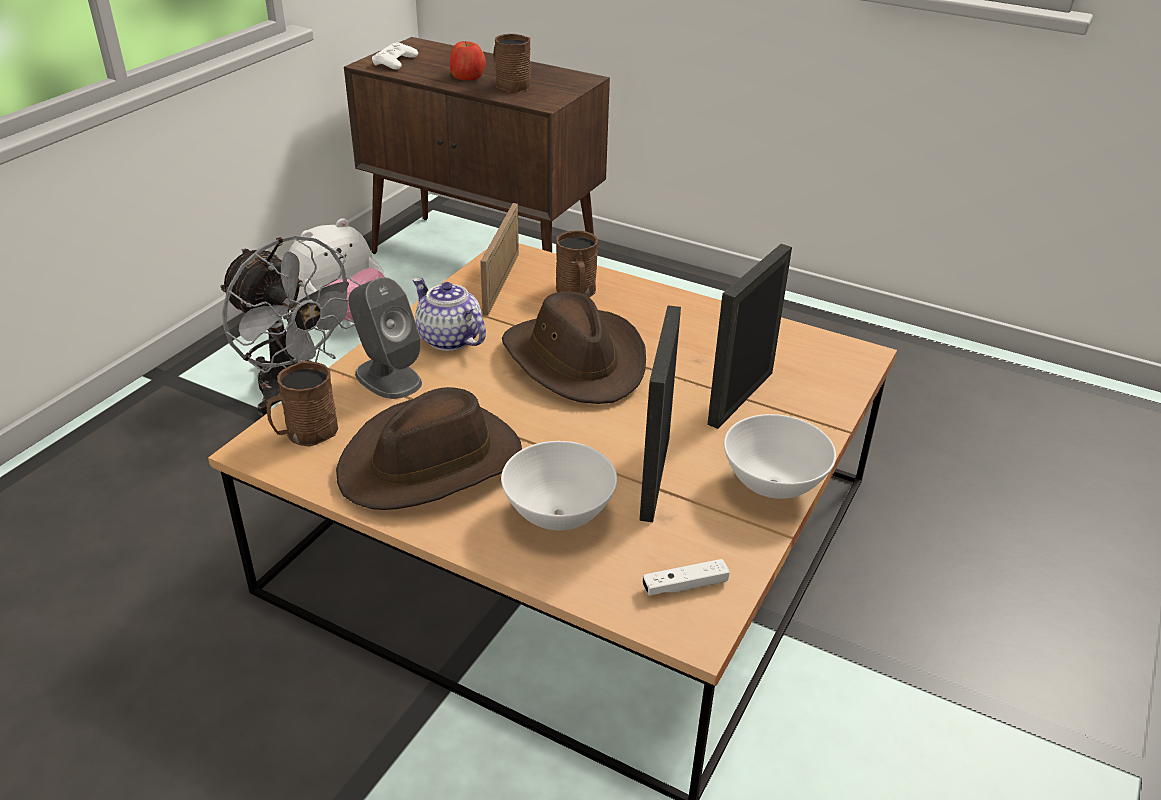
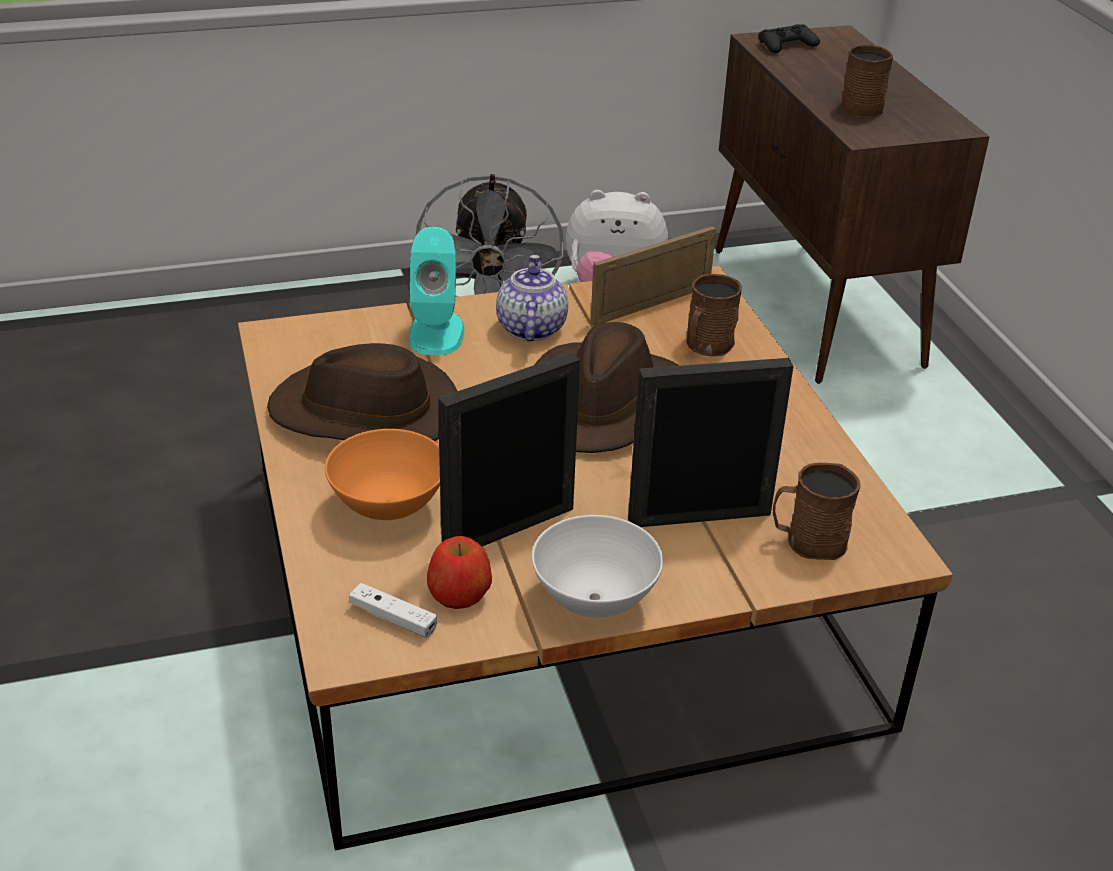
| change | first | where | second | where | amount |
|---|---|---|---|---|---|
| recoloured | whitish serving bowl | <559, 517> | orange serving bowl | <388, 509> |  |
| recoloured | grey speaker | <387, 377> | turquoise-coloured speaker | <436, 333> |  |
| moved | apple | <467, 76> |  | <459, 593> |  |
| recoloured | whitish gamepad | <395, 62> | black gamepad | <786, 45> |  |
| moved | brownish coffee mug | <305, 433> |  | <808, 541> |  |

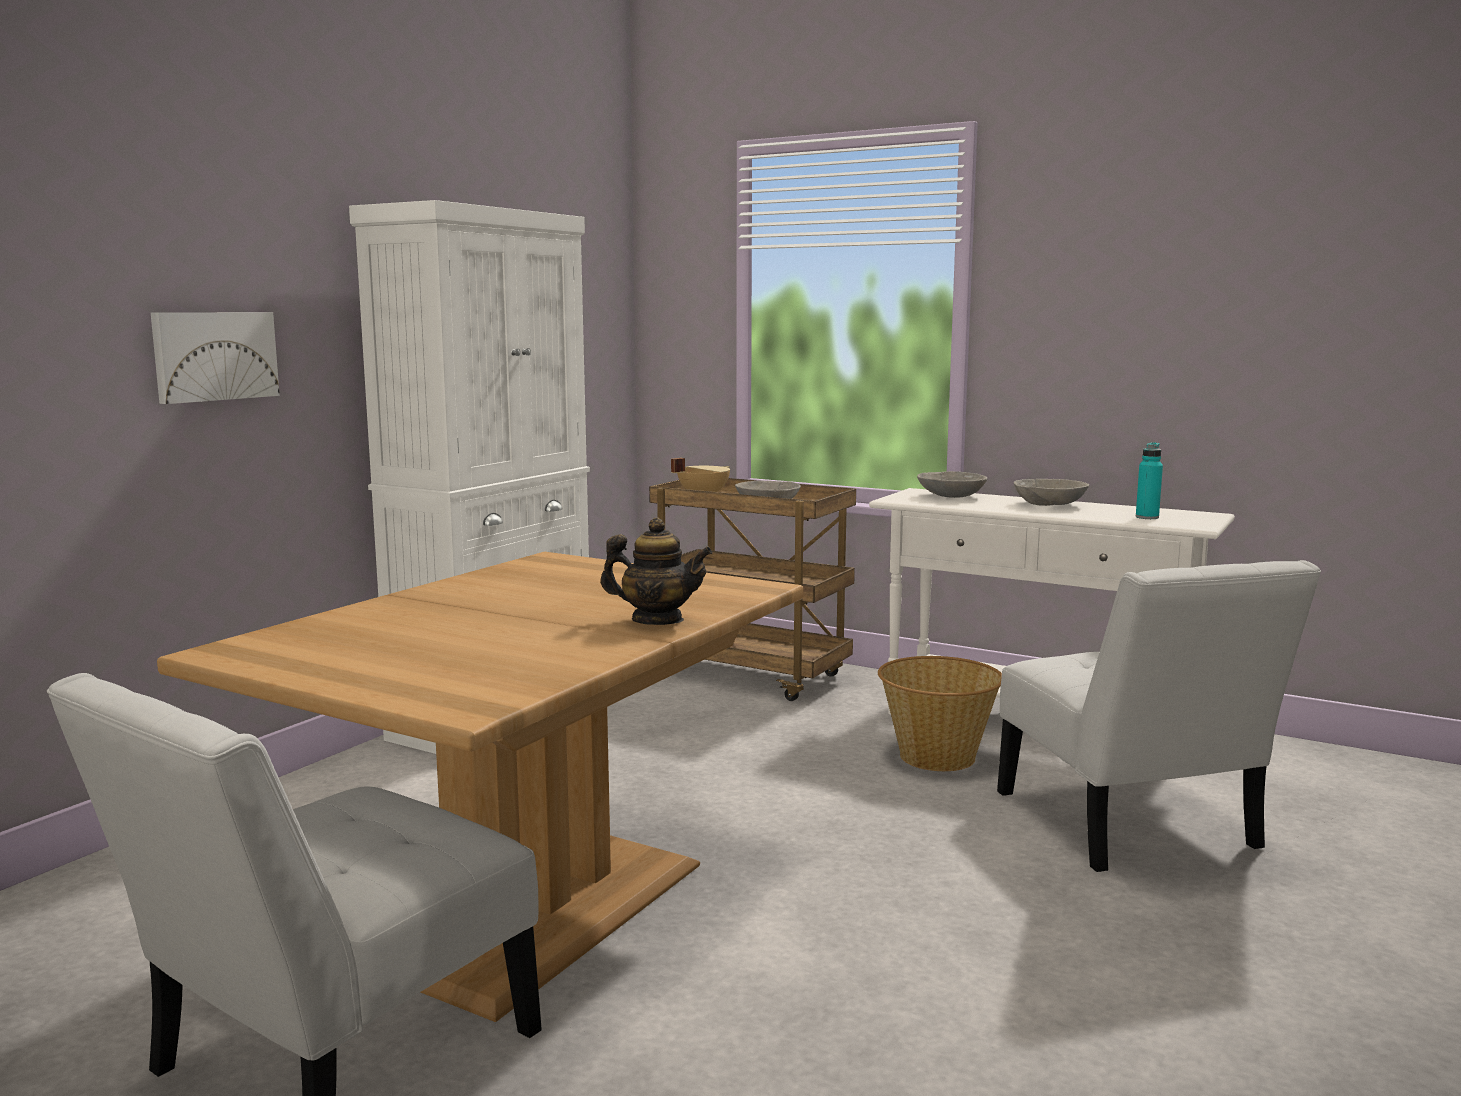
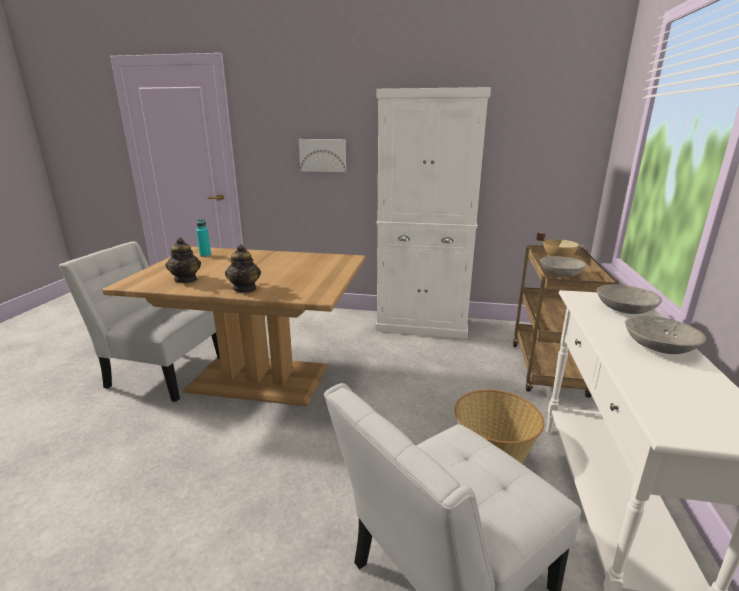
| change | first | where | second | where | amount |
|---|---|---|---|---|---|
| added |  |  | teapot | <186, 279> |  |
| moved | turquoise-coloured bottle | <1147, 517> |  | <205, 255> |  |

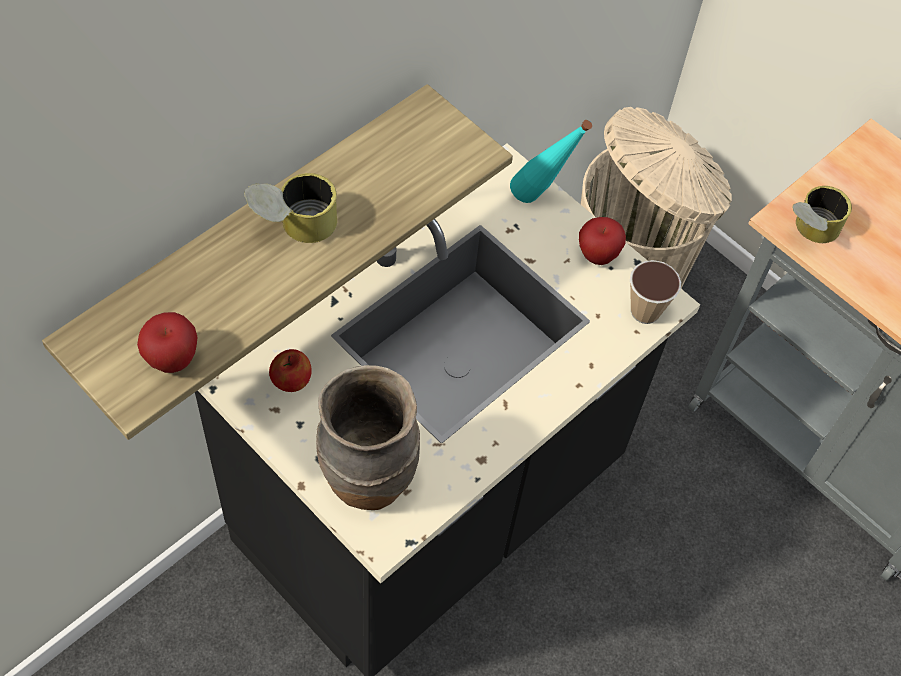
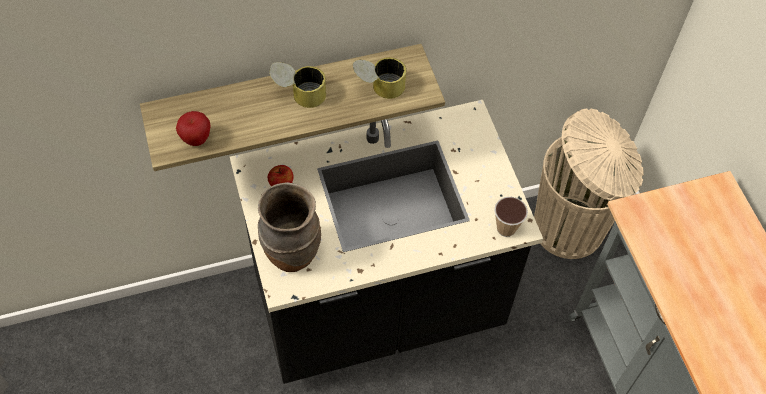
| change | first | where | second | where | amount |
|---|---|---|---|---|---|
| moved | can | <809, 232> |  | <379, 88> |  |
| removed | turquoise-coloured bottle | <541, 199> |  |  |  |
| removed | apple | <597, 256> |  |  |  |

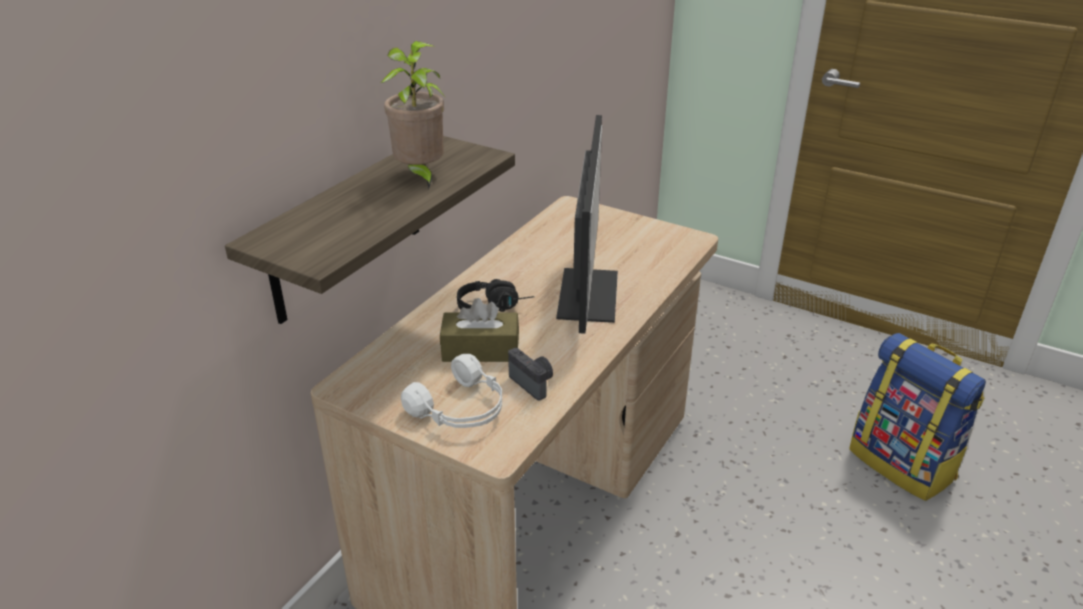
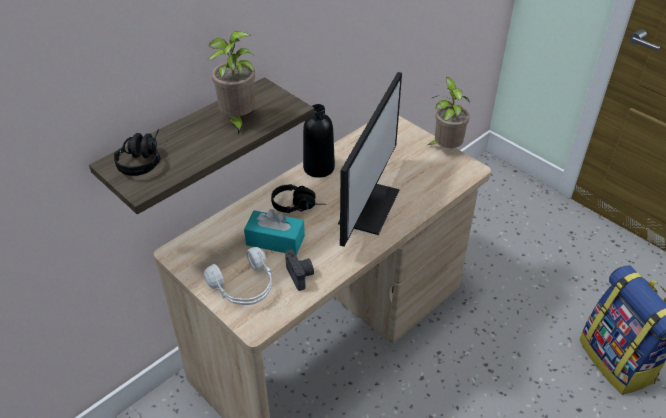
| change | first | where | second | where | amount |
|---|---|---|---|---|---|
| added |  |  | black headset | <142, 158> |  |
| recoloured | brownish box of tissues | <480, 350> | turquoise-coloured box of tissues | <275, 240> |  |
| added |  |  | black bottle | <319, 168> |  |
| added |  |  | plant in a pot | <445, 148> |  |

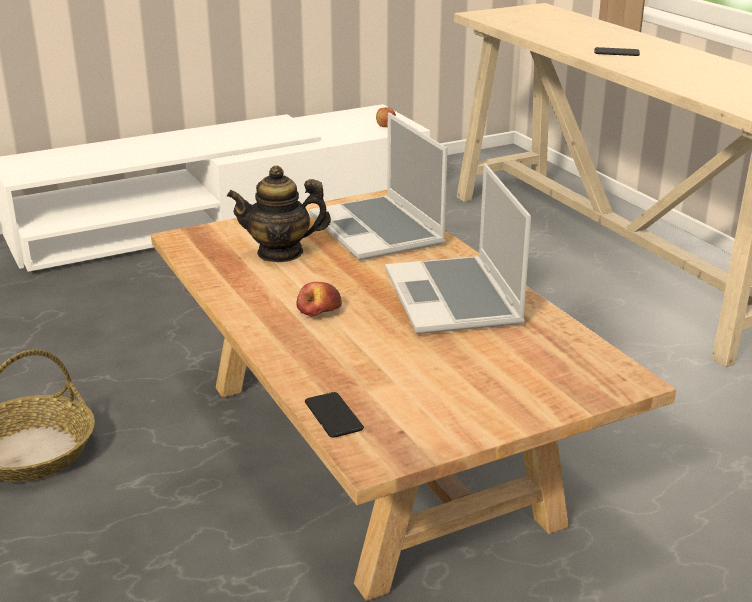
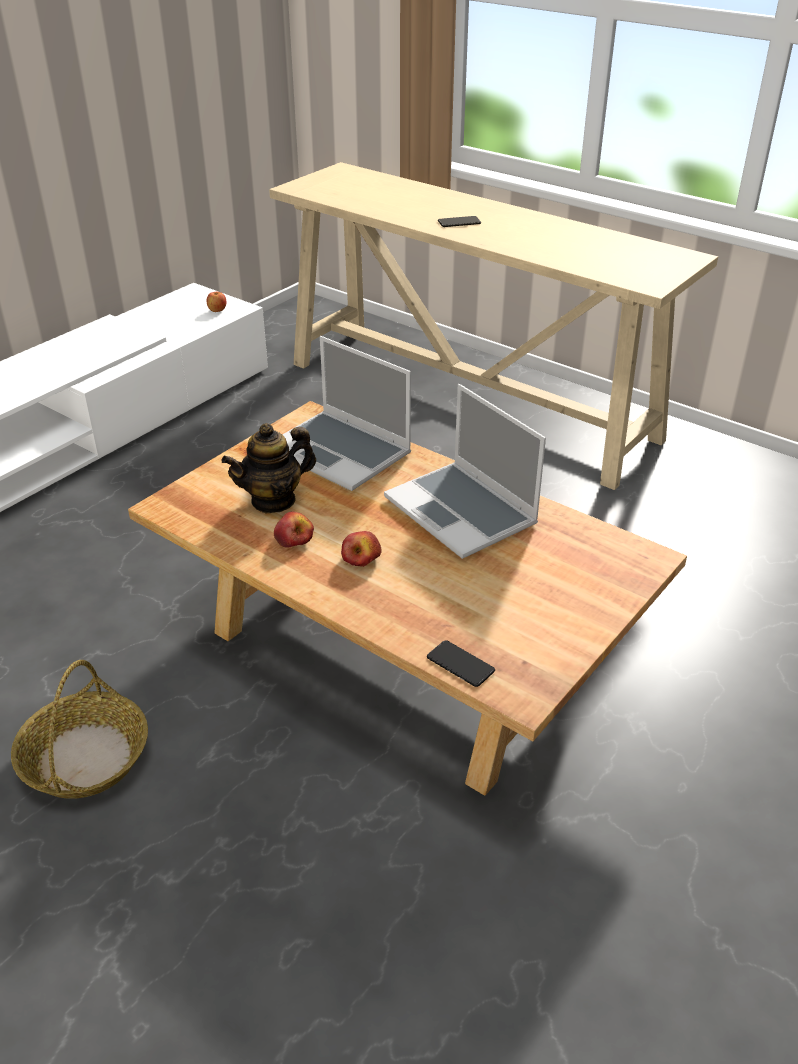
| change | first | where | second | where | amount |
|---|---|---|---|---|---|
| added |  |  | apple | <294, 538> |  |

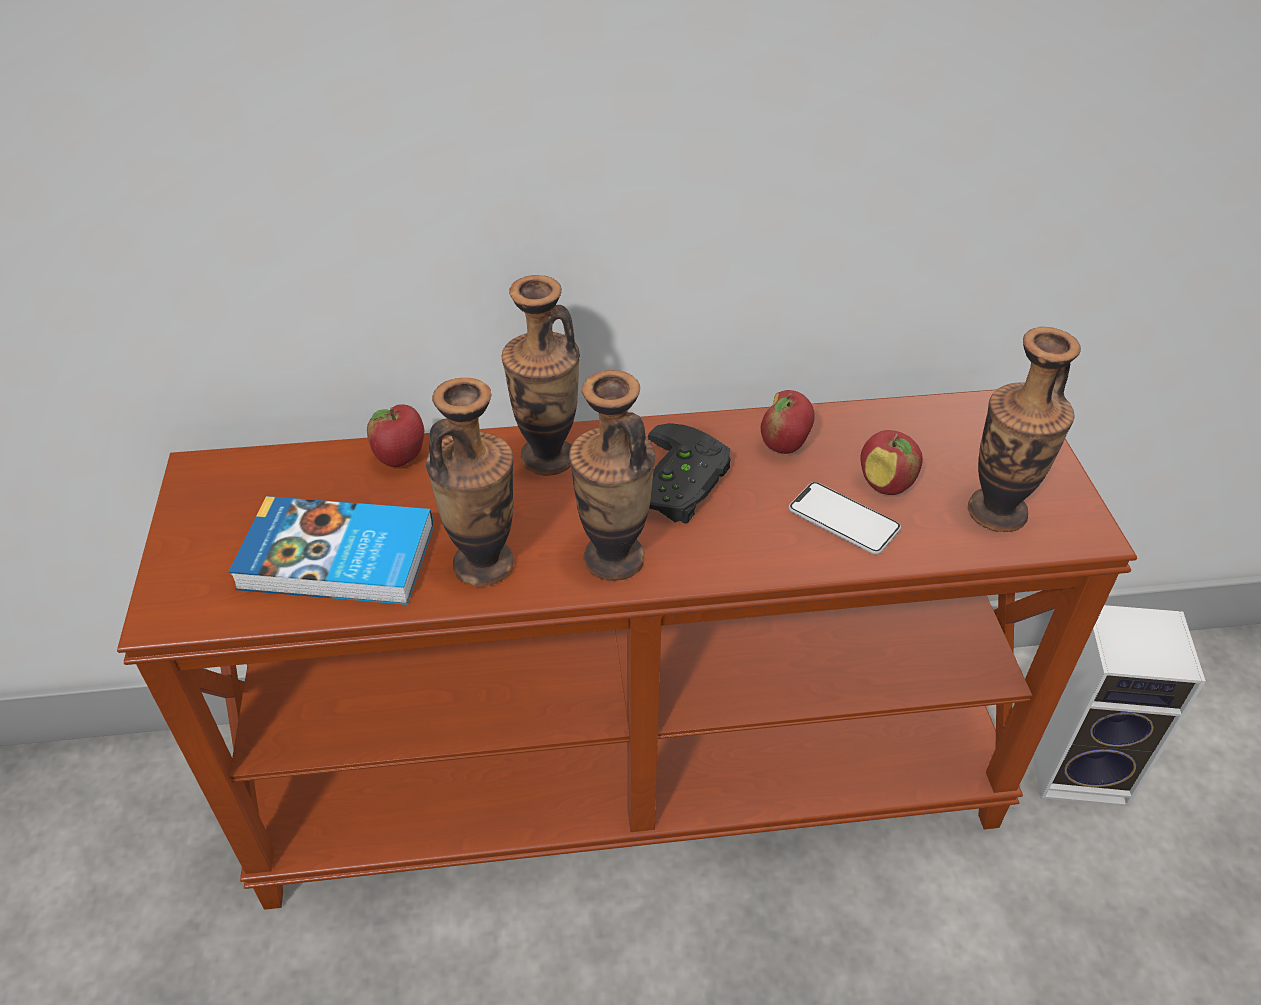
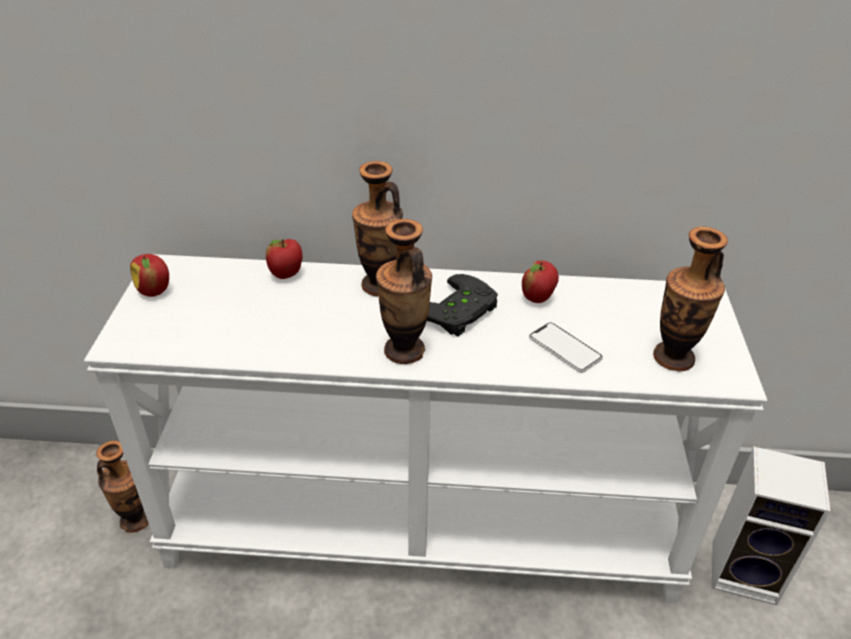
| change | first | where | second | where | amount |
|---|---|---|---|---|---|
| recoloured | brownish console table | <632, 776> | whitish console table | <423, 524> |  |
| moved | flower vase | <484, 564> |  | <135, 520> |  |
| moved | apple | <886, 485> |  | <154, 291> |  |
| removed | volume | <337, 559> |  |  |  |

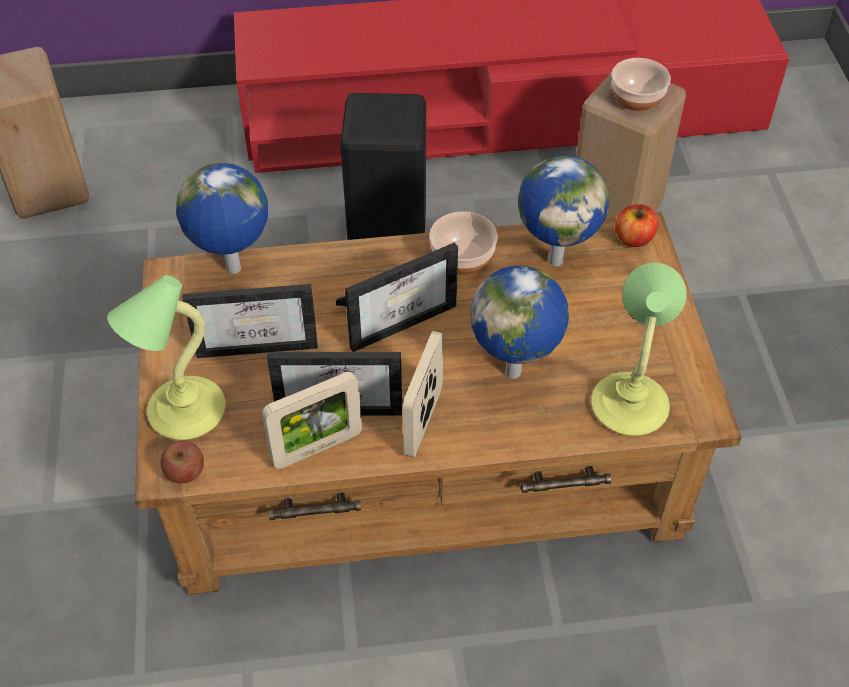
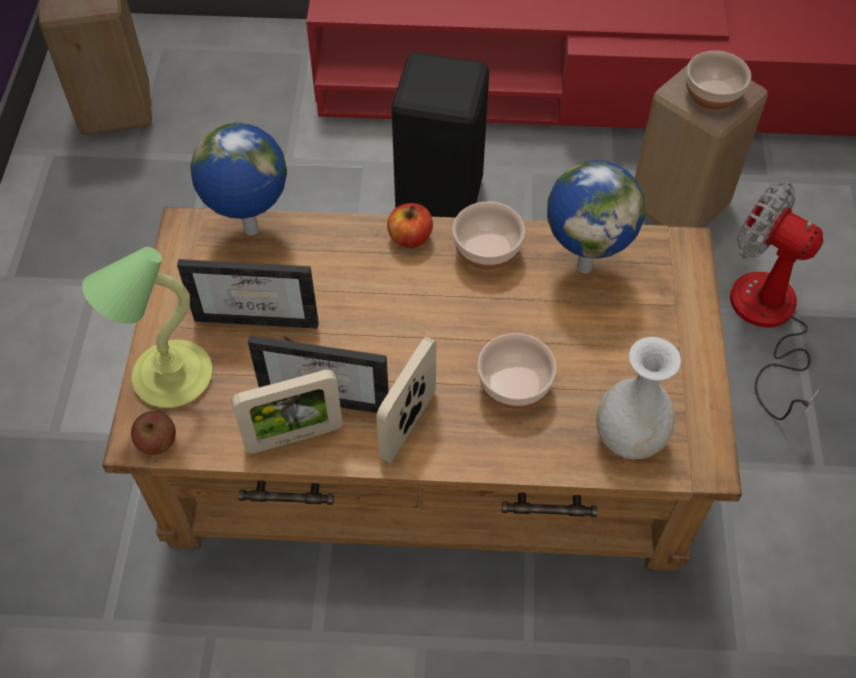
| change | first | where | second | where | amount |
|---|---|---|---|---|---|
| moved | apple | <634, 238> |  | <410, 238> |  |
| replaced | world globe | <515, 373> | serving bowl | <515, 385> |  |
| replaced | table lamp | <631, 403> | whitish flower vase | <630, 438> |  |
| added |  |  | cooling fan | <766, 322> |  |
| removed | photo frame | <399, 318> |  |  |  |

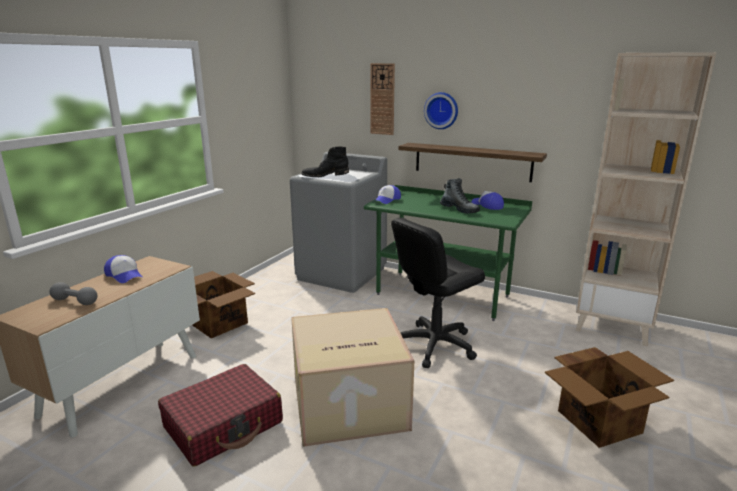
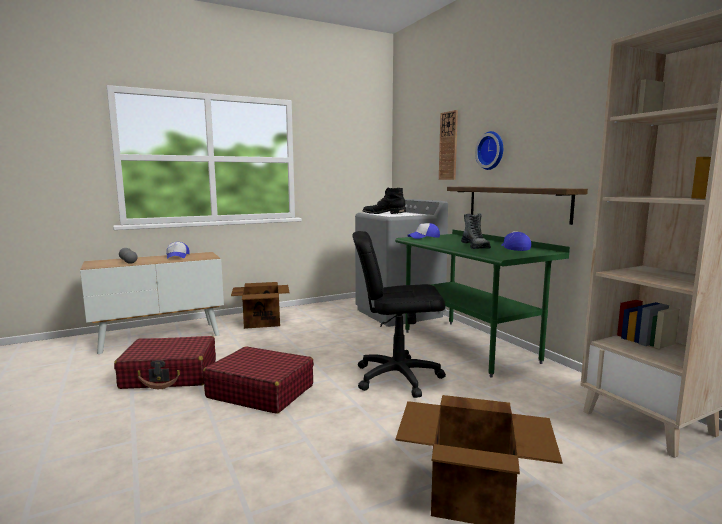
| change | first | where | second | where | amount |
|---|---|---|---|---|---|
| replaced | packing box | <347, 404> | reddish piece of luggage | <260, 391> |  |

